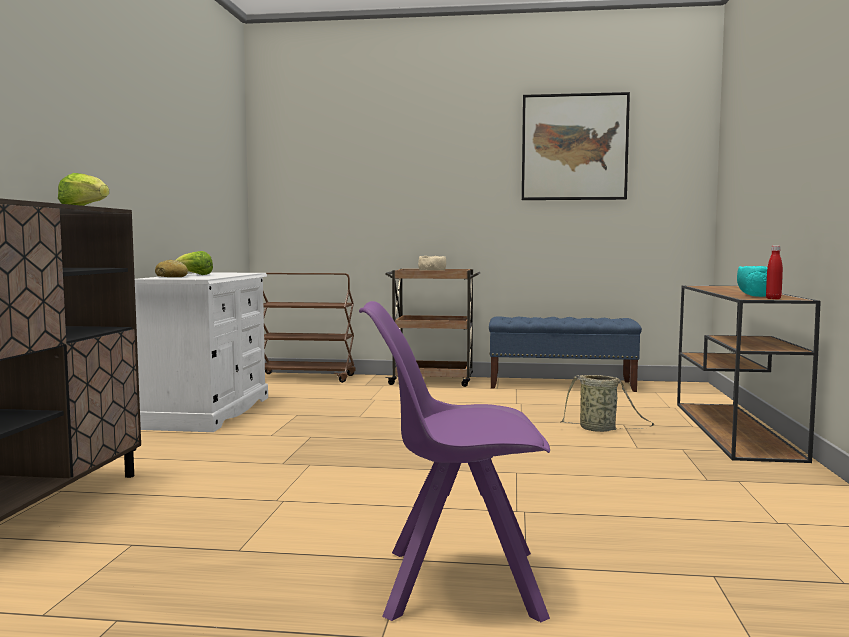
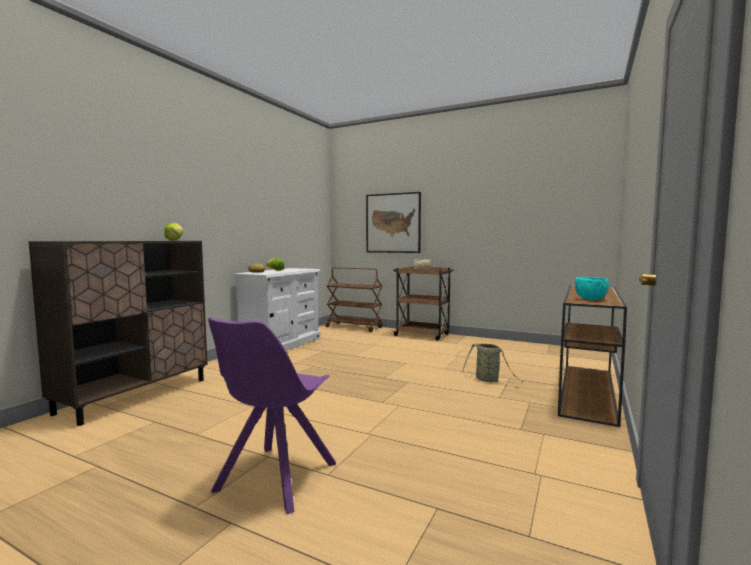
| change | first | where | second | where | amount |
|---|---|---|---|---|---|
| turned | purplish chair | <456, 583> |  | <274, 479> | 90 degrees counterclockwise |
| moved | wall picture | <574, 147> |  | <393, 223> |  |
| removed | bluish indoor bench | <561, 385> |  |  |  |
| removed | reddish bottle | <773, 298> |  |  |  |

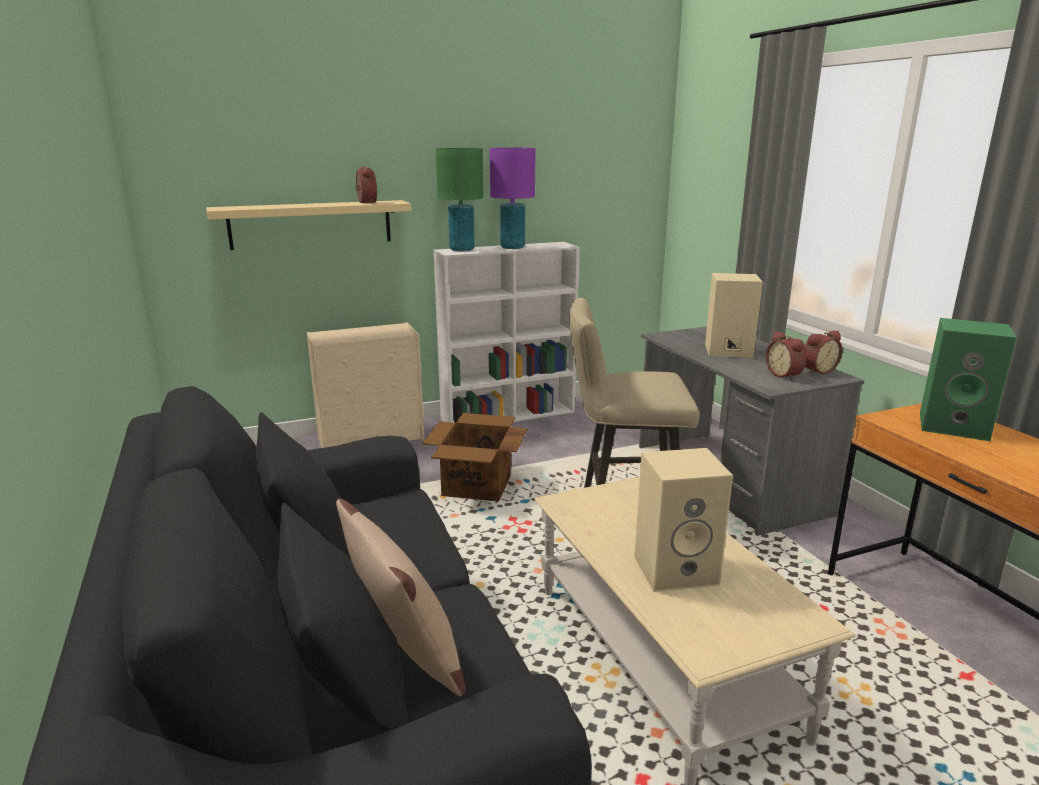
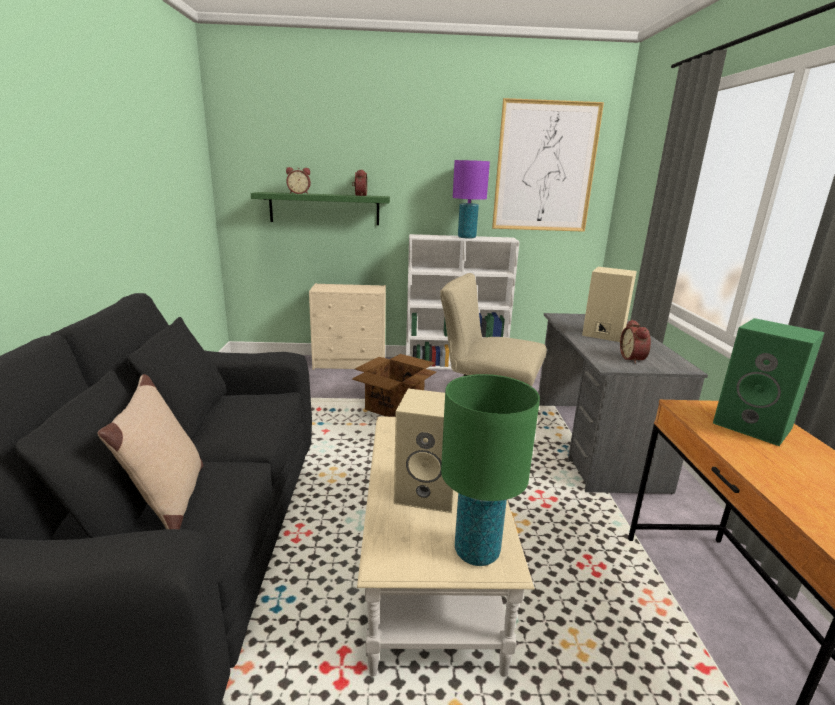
| change | first | where | second | where | amount |
|---|---|---|---|---|---|
| recoloured | sand-coloured bracket shelf | <311, 224> | green bracket shelf | <324, 208> |  |
| moved | table clock | <817, 371> |  | <299, 193> |  |
| moved | green table lamp | <462, 250> |  | <476, 552> |  |
| added |  |  | wall picture | <545, 167> |  |

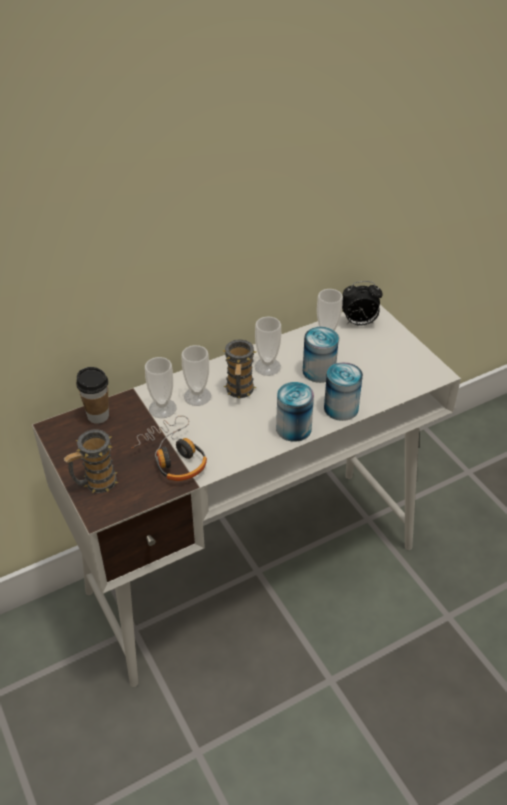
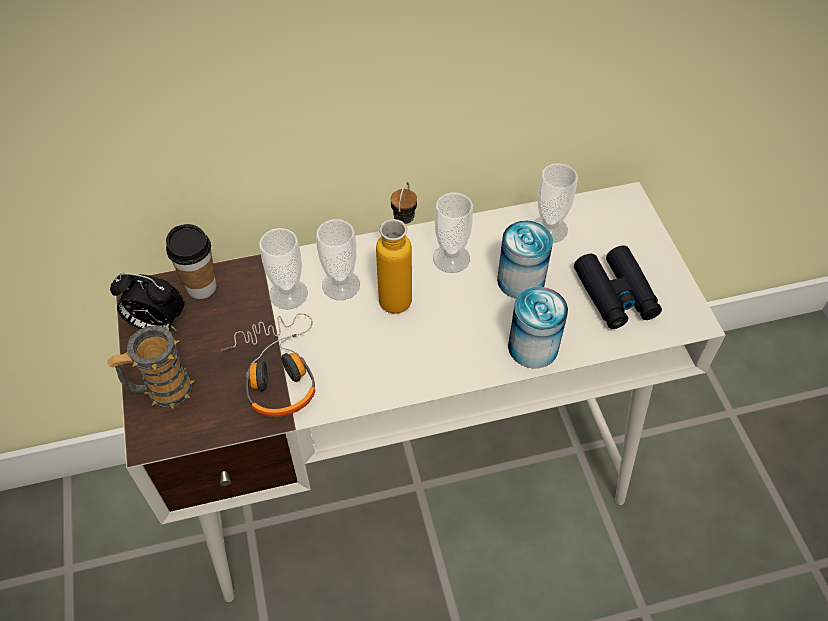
| change | first | where | second | where | amount |
|---|---|---|---|---|---|
| moved | table clock | <359, 323> |  | <156, 324> |  |
| replaced | coffee mug | <239, 392> | bottle | <399, 291> |  |
| added |  |  | black binoculars | <615, 295> |  |
| removed | can | <293, 428> |  |  |  |

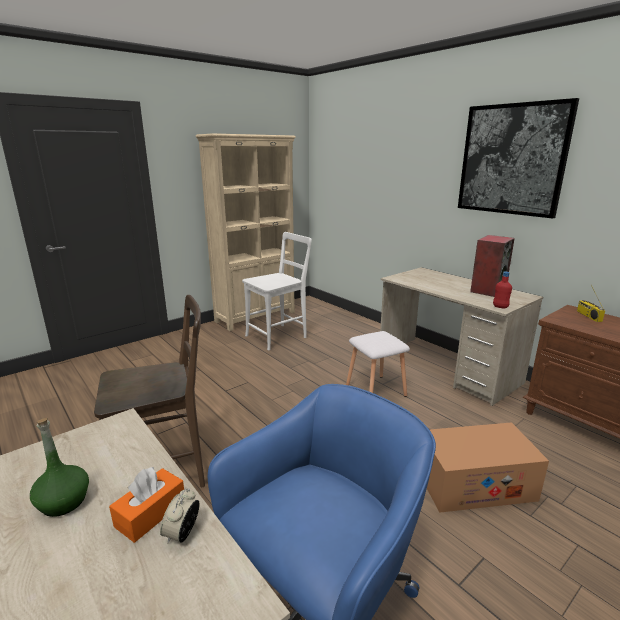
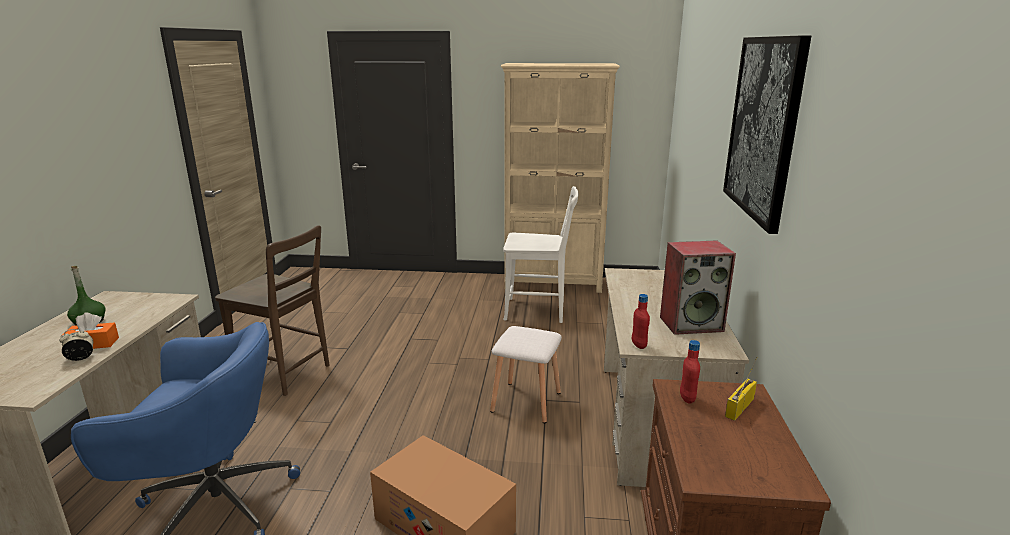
| change | first | where | second | where | amount |
|---|---|---|---|---|---|
| added |  |  | reddish bottle | <687, 398> |  |

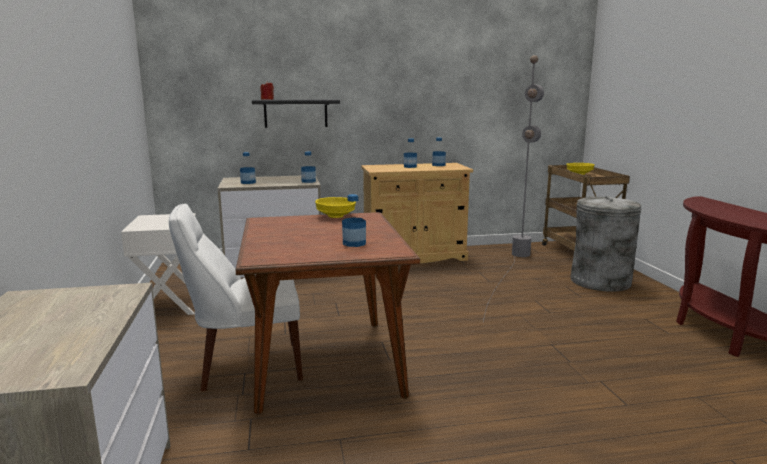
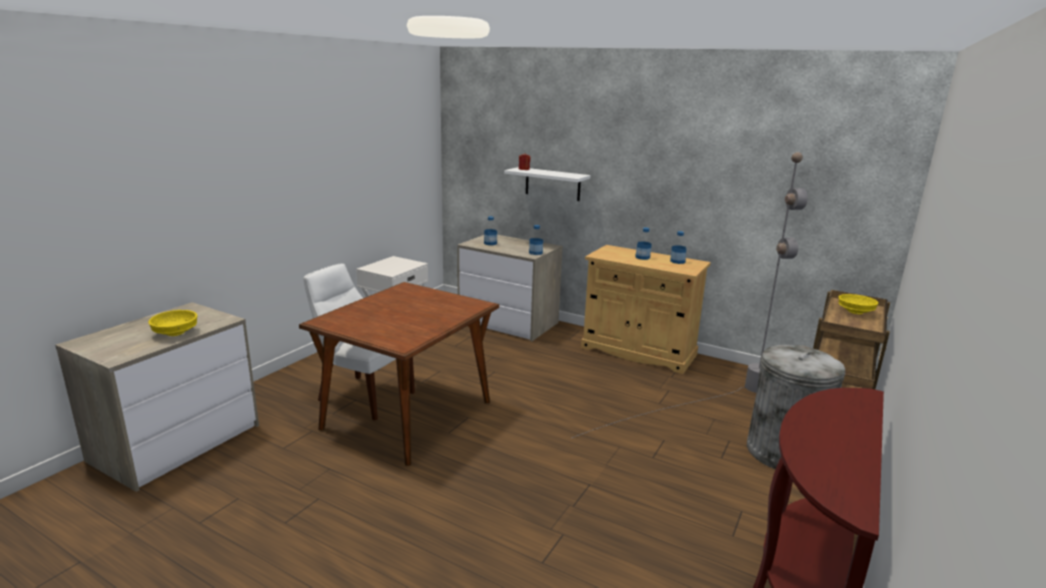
| change | first | where | second | where | amount |
|---|---|---|---|---|---|
| moved | yellow serving bowl | <335, 216> |  | <175, 333> |  |
| recoloured | black bracket shelf | <295, 113> | whitish bracket shelf | <552, 184> |  |
| removed | bottle | <354, 243> |  |  |  |

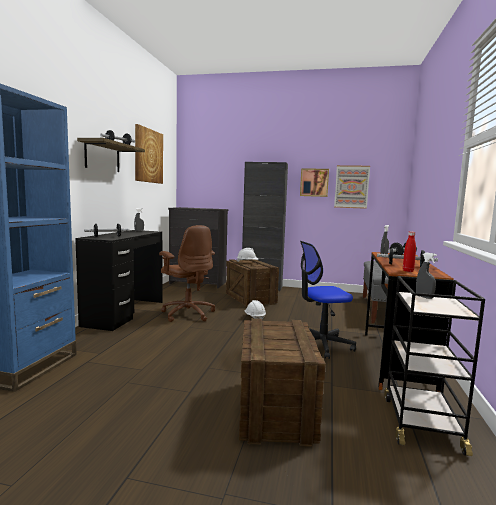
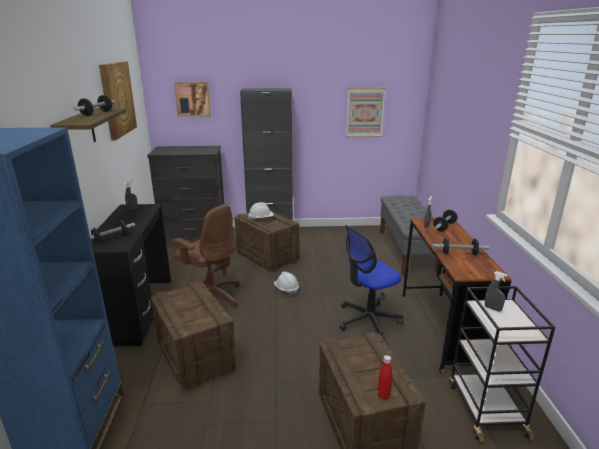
| change | first | where | second | where | amount |
|---|---|---|---|---|---|
| added |  |  | packing crate | <195, 356> |  |
| moved | wall picture | <314, 182> |  | <193, 99> |  |
| moved | reddish bottle | <408, 271> |  | <383, 395> |  |

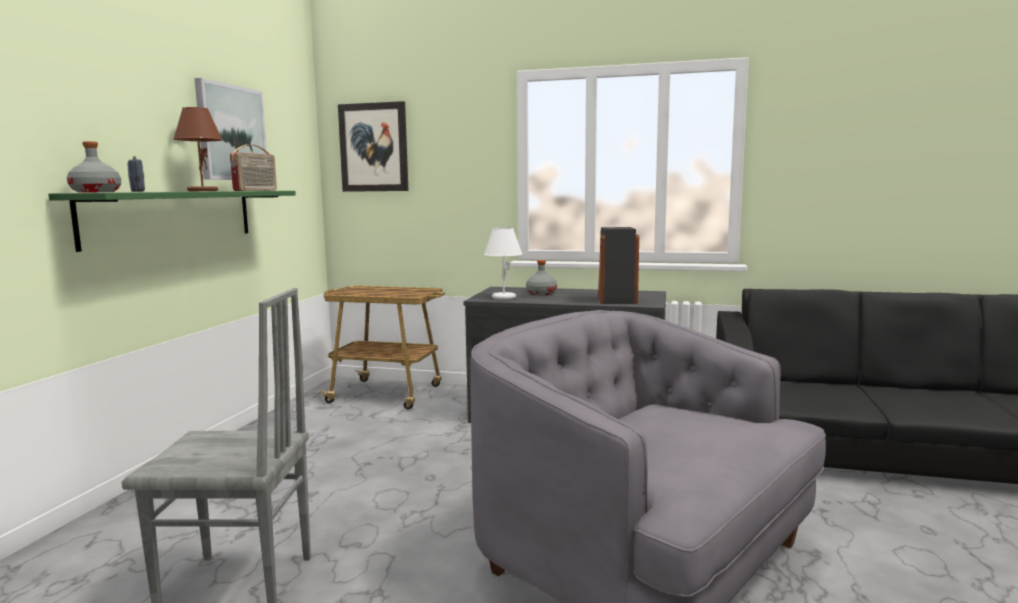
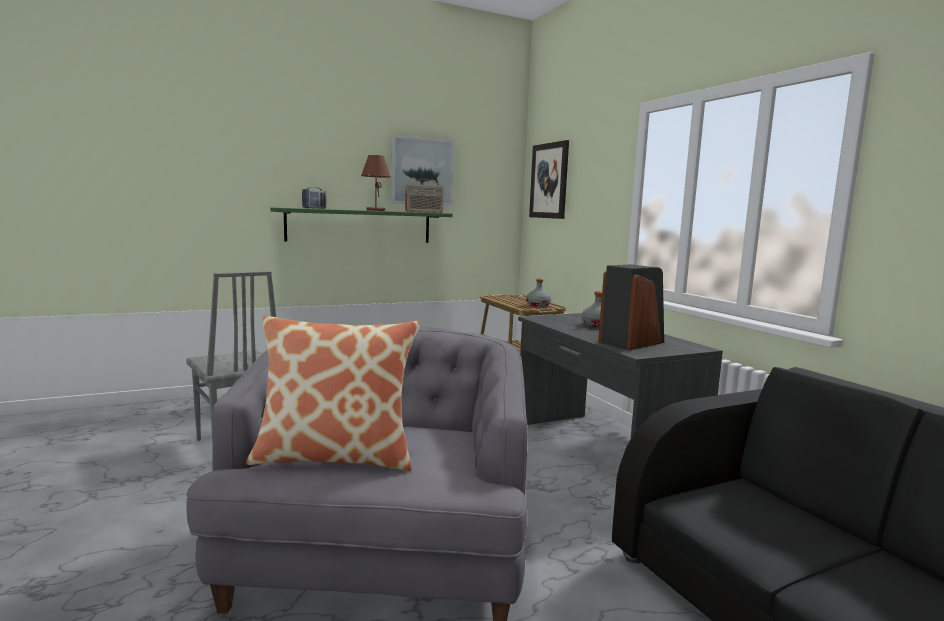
| change | first | where | second | where | amount |
|---|---|---|---|---|---|
| added |  |  | throw pillow | <335, 456> |  |
| moved | grey bottle | <96, 192> |  | <538, 305> |  |
| removed | whitish table lamp | <503, 297> |  |  |  |

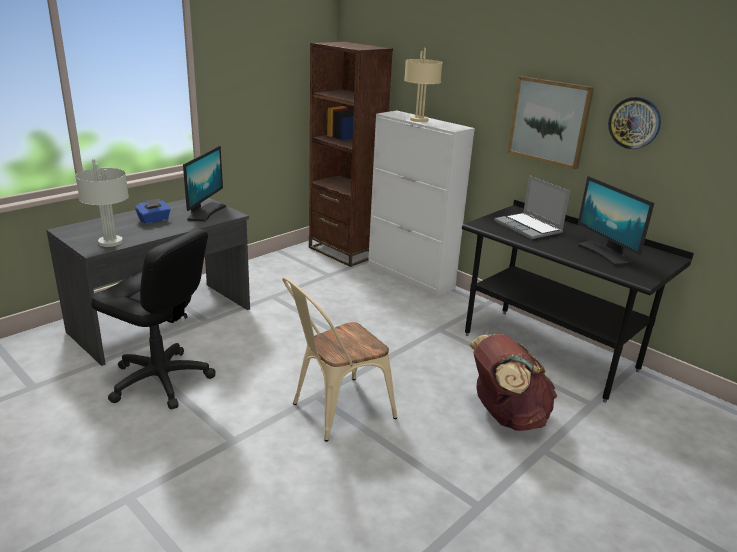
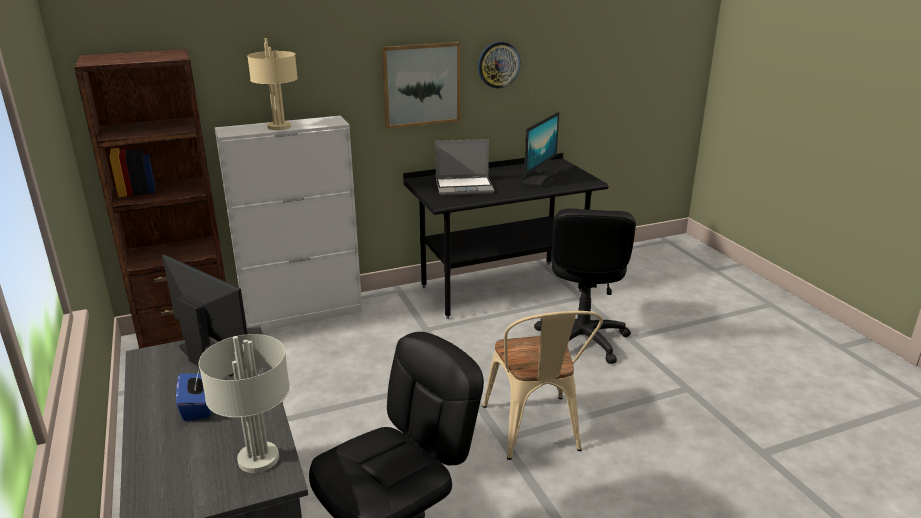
| change | first | where | second | where | amount |
|---|---|---|---|---|---|
| turned | monitor | <605, 254> |  | <539, 178> | 60 degrees counterclockwise |
| replaced | brownish knapsack | <505, 416> | black desk chair | <581, 339> |  |

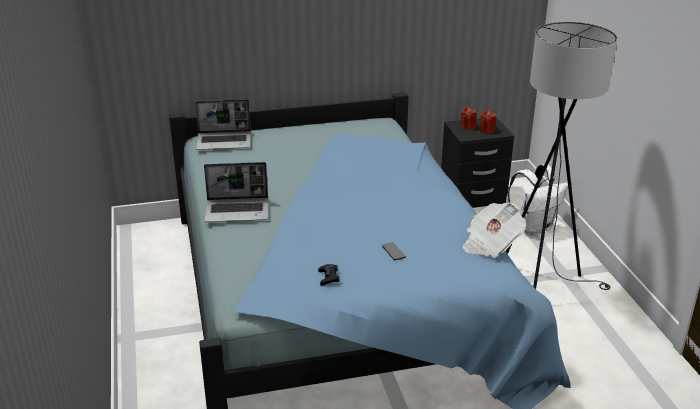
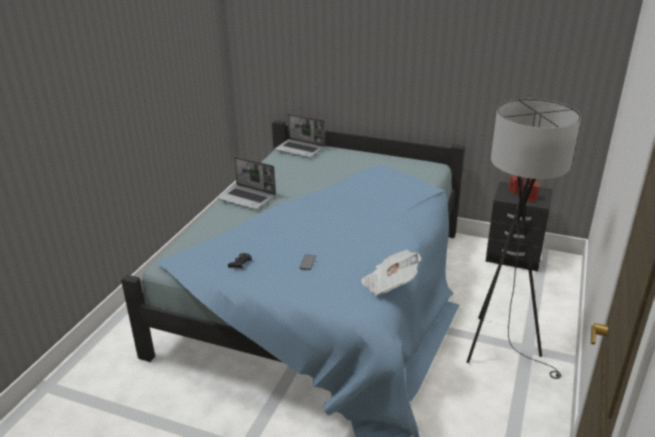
| change | first | where | second | where | amount |
|---|---|---|---|---|---|
| removed | whitish knapsack | <533, 227> |  |  |  |

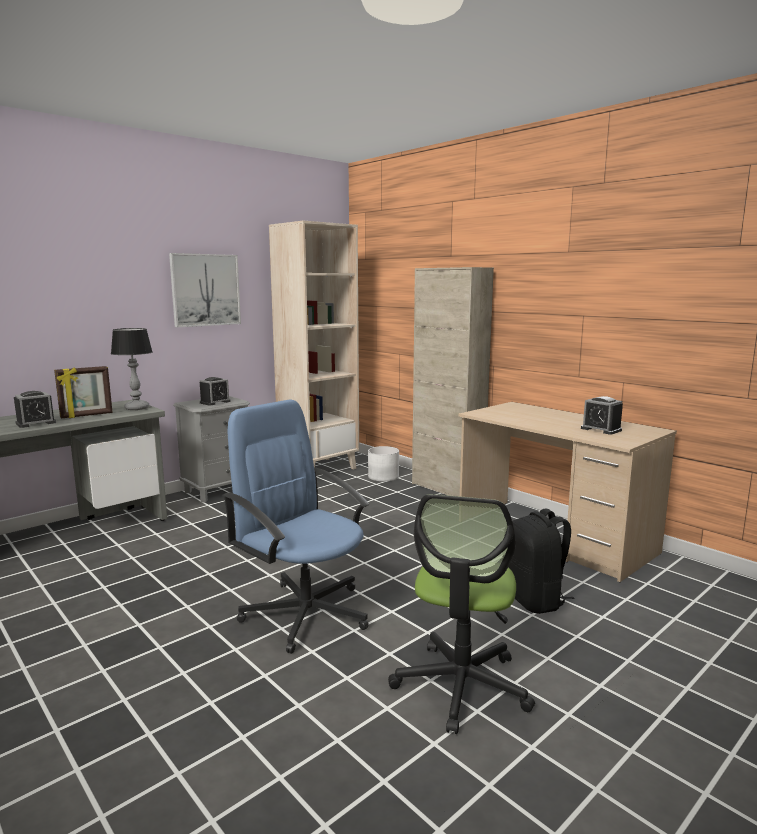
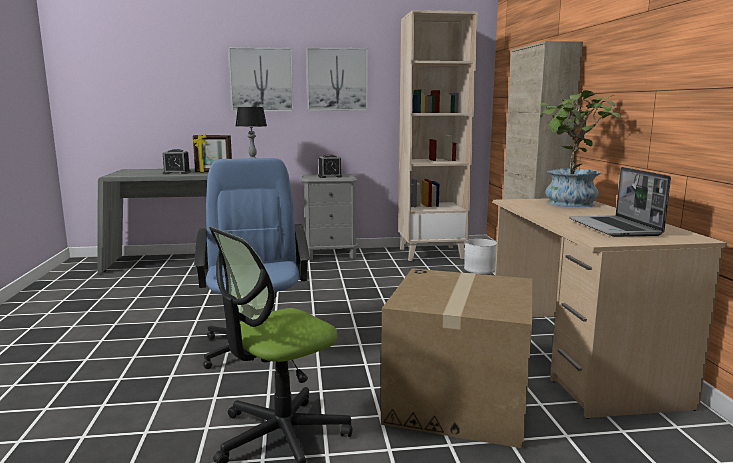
| change | first | where | second | where | amount |
|---|---|---|---|---|---|
| added |  |  | wall picture | <261, 80> |  |
| replaced | black knapsack | <534, 599> | packing box | <459, 400> |  |
| added |  |  | plant in a pot | <570, 204> |  |
| replaced | table clock | <601, 429> | notebook computer | <615, 228> |  |

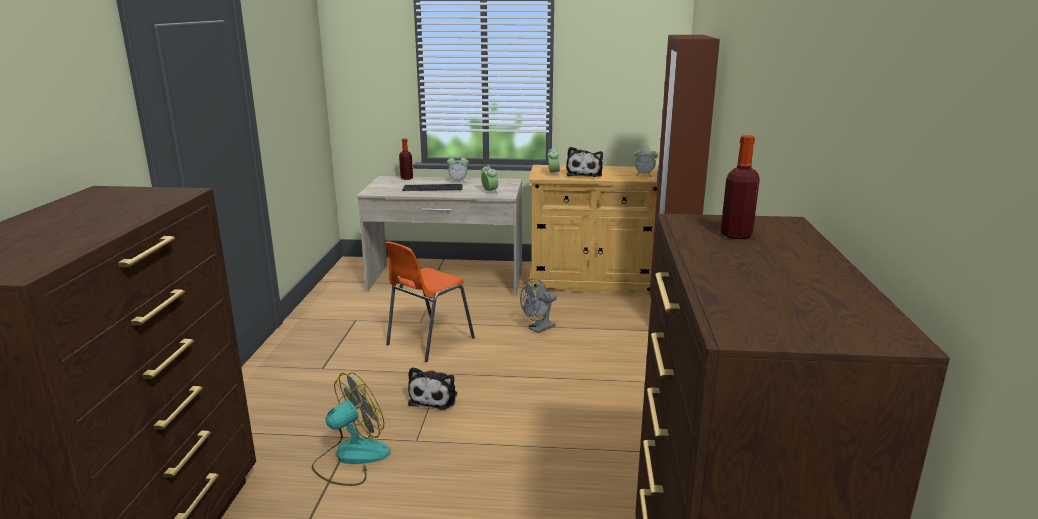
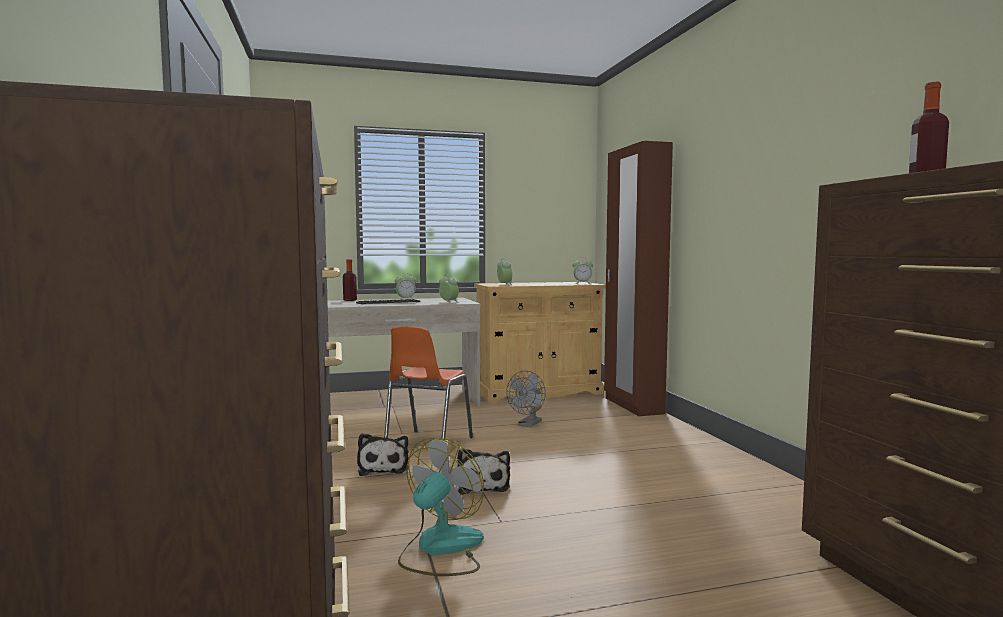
| change | first | where | second | where | amount |
|---|---|---|---|---|---|
| moved | cuddly toy | <584, 174> |  | <383, 468> |  |

